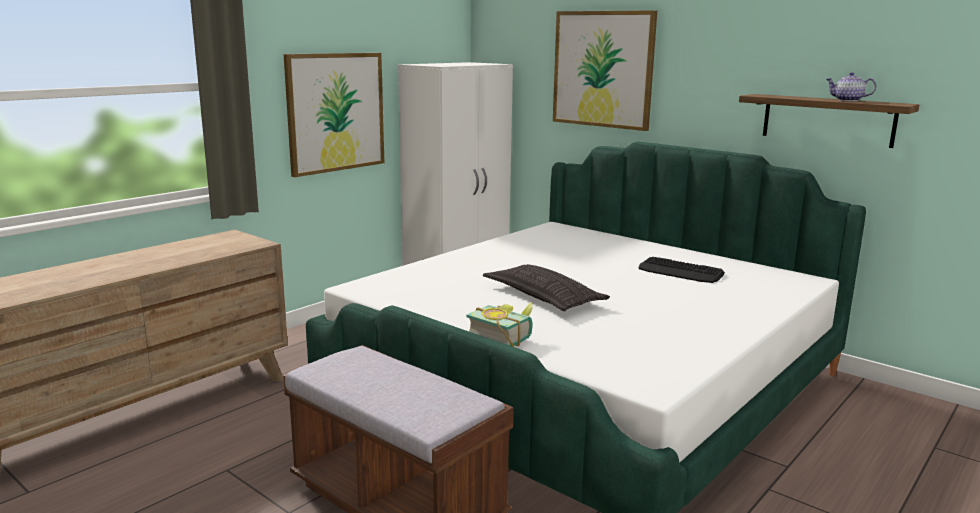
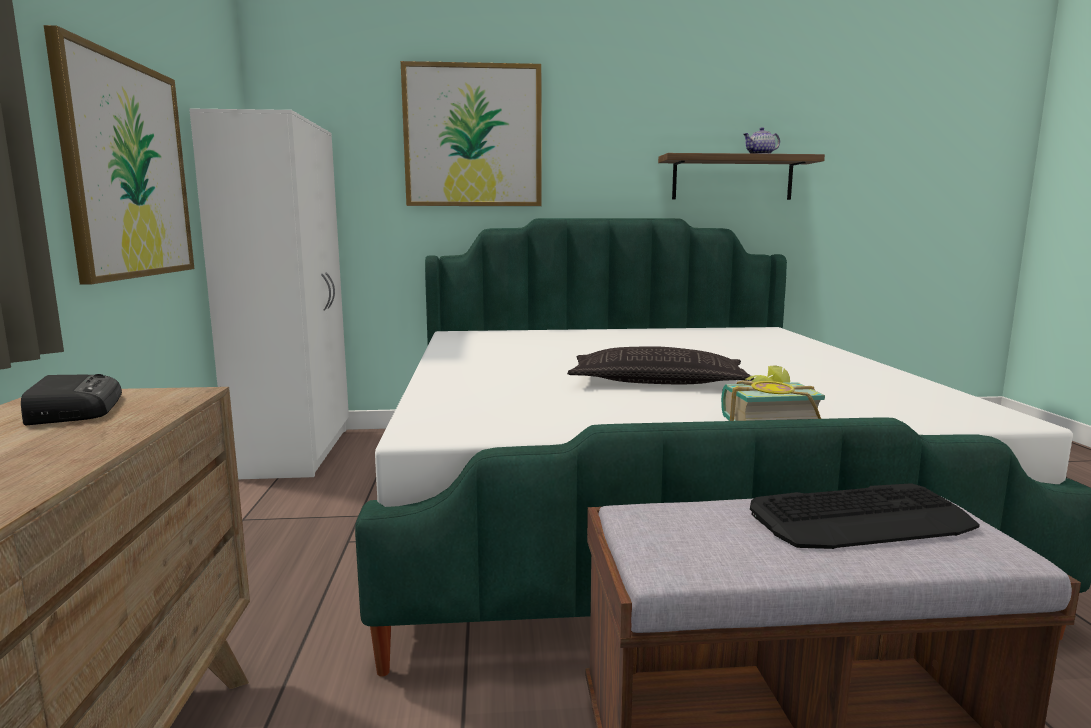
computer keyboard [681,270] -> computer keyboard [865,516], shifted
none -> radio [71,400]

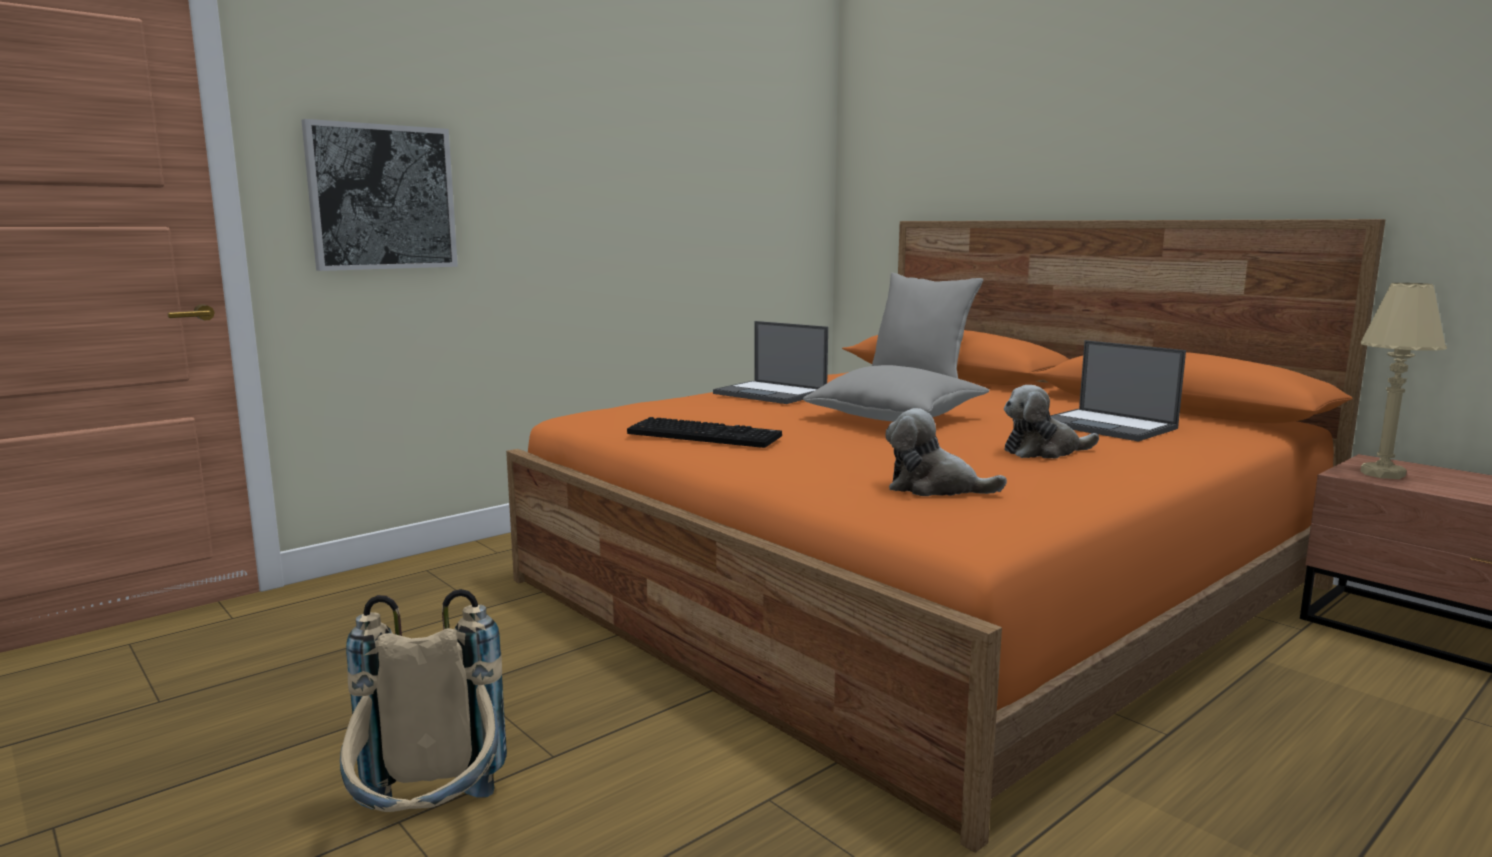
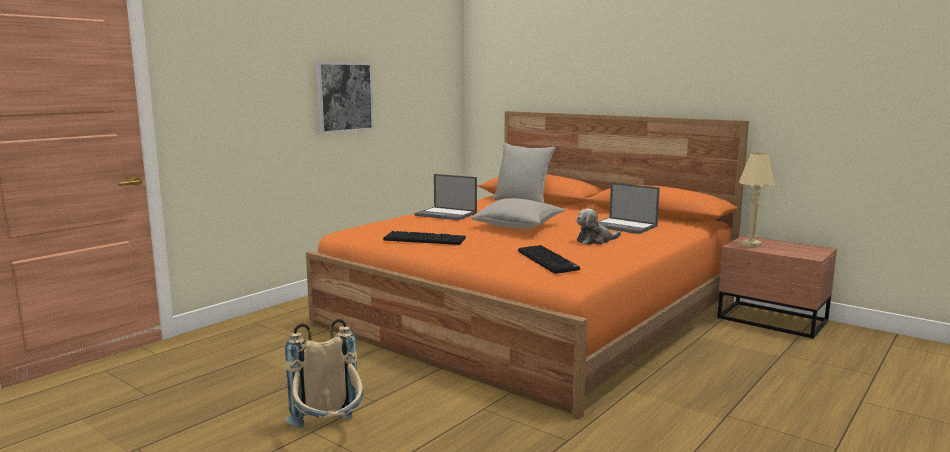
wall picture [379,195] -> wall picture [344,98], shifted
plush toy [946,452] -> computer keyboard [549,259]

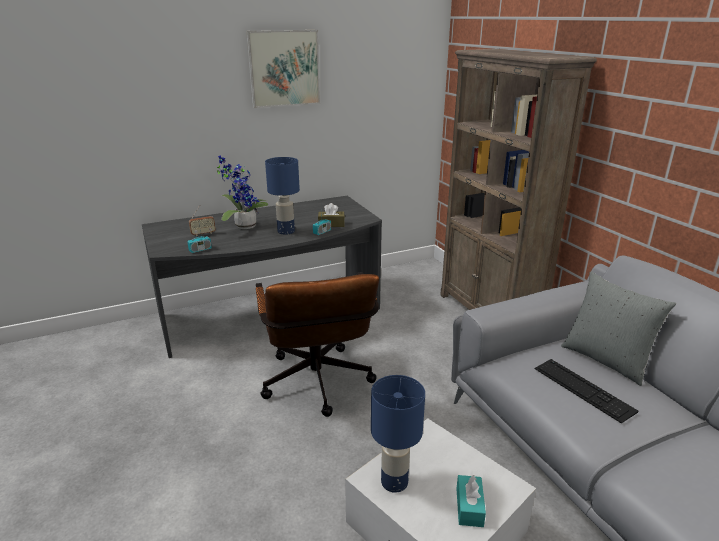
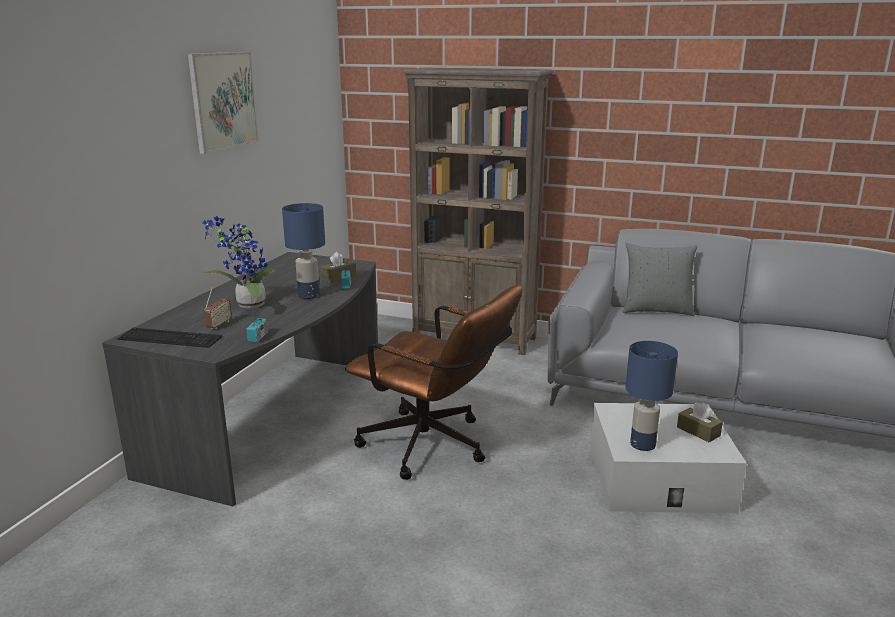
computer keyboard [586,391] -> computer keyboard [169,338], shifted
tissue box (blue-green) [471,501] -> tissue box (brown-coloured) [700,422]

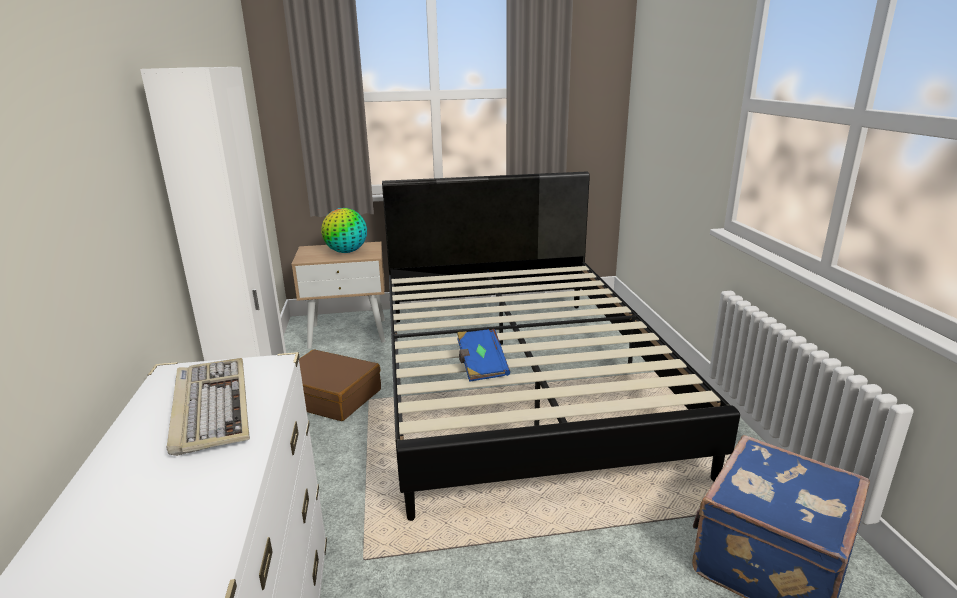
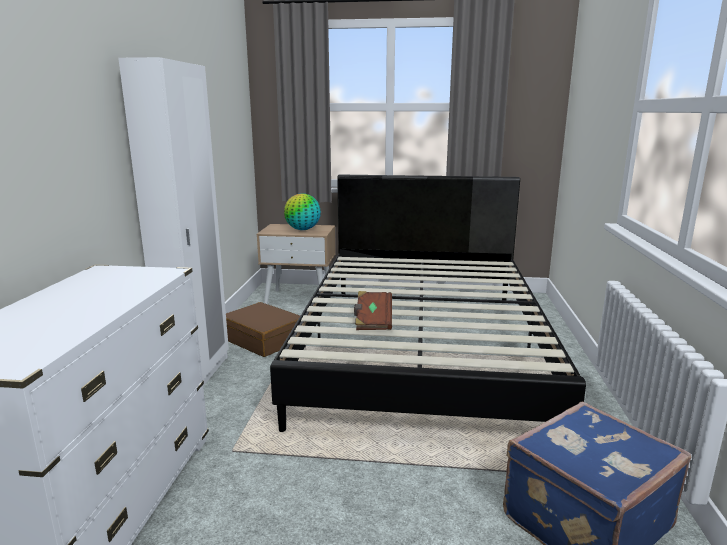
bound book (blue) [483,355] -> bound book (brown-coloured) [373,310]
computer keyboard [208,407] -> none

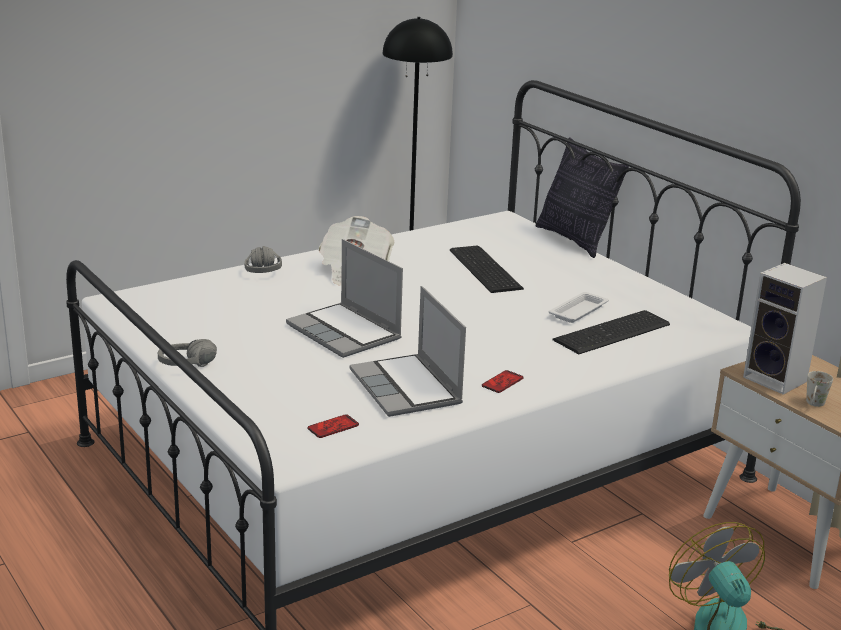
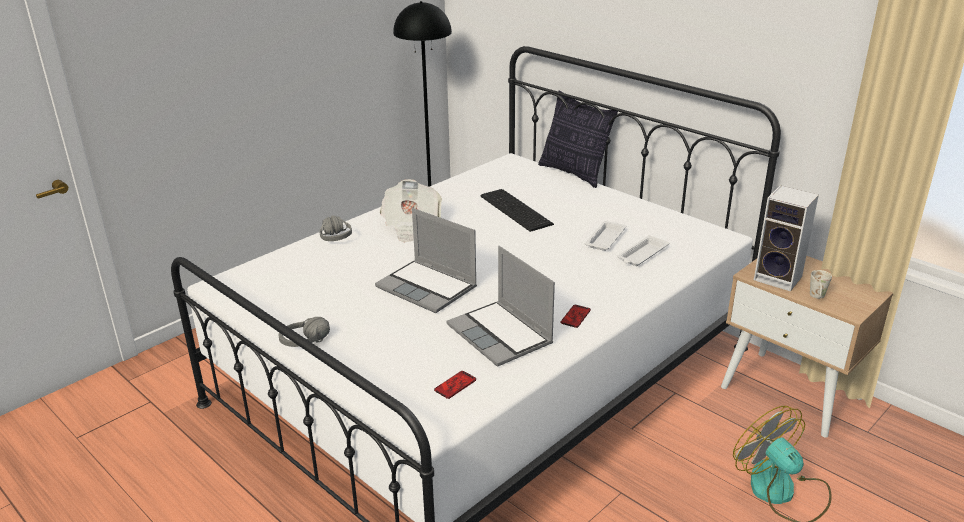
computer keyboard [611,332] -> carrying tray (white) [643,250]

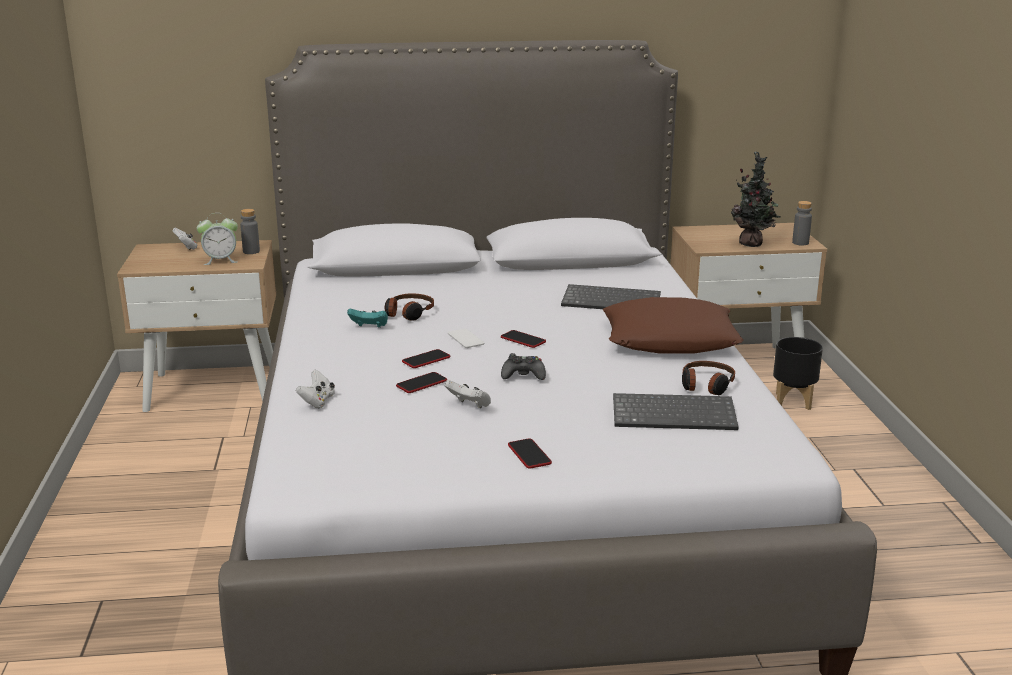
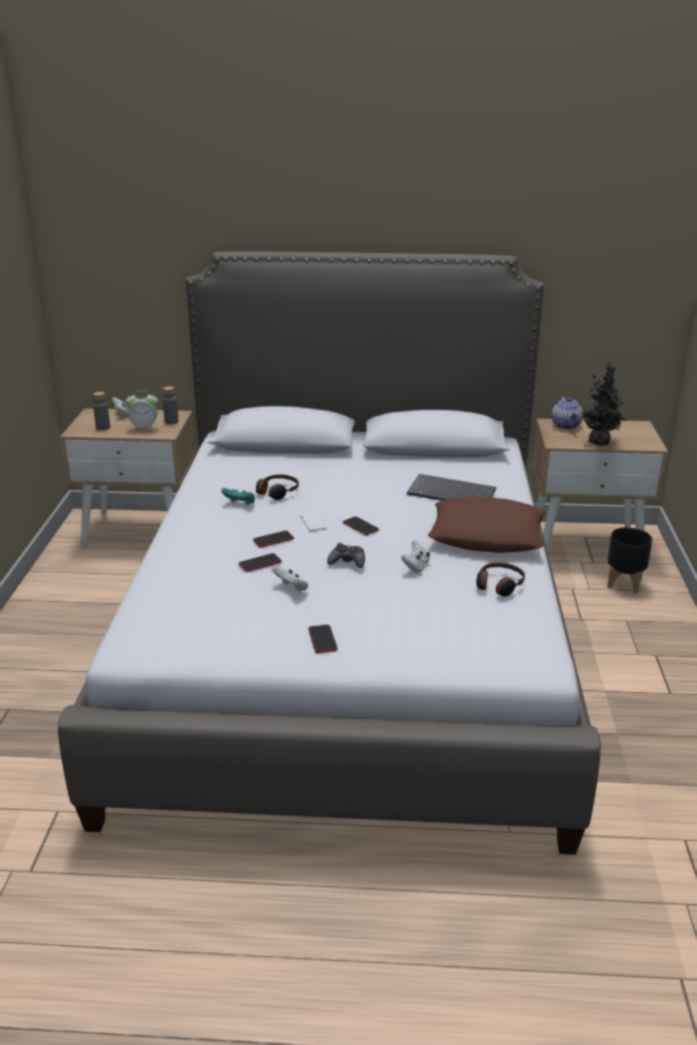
bottle (grey) [802,223] -> bottle (grey) [101,411], shifted
joypad (white) [315,388] -> joypad (white) [415,556], shifted
computer keyboard [675,411] -> none
none -> pot for tea [567,412]

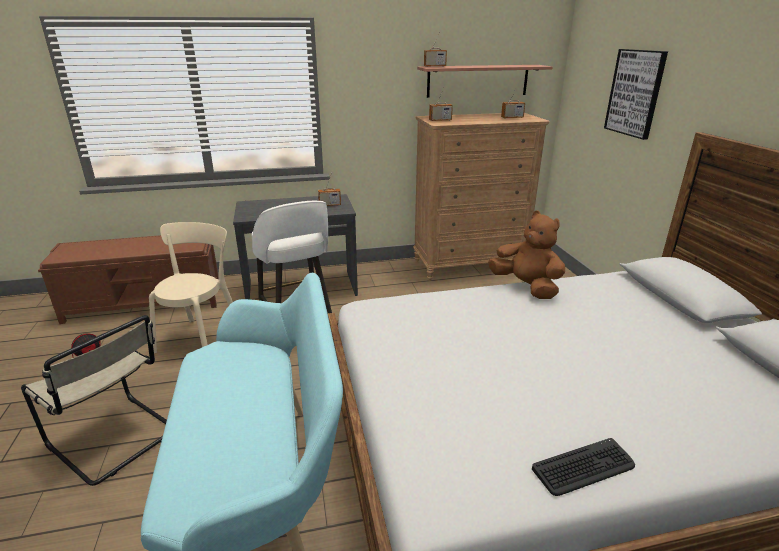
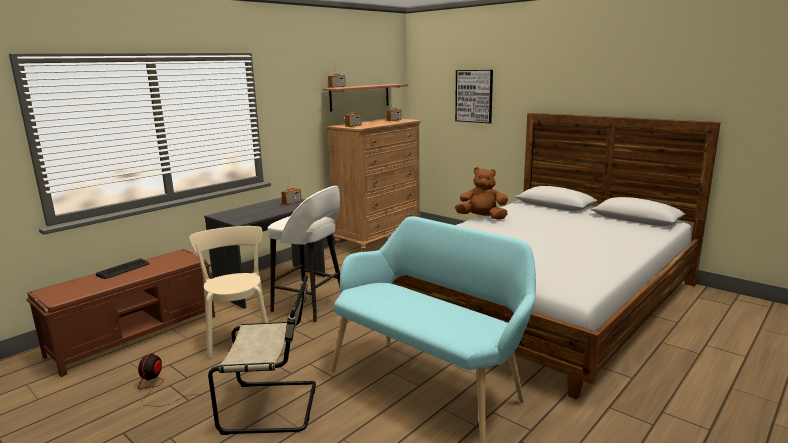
computer keyboard [583,467] -> computer keyboard [122,269], shifted

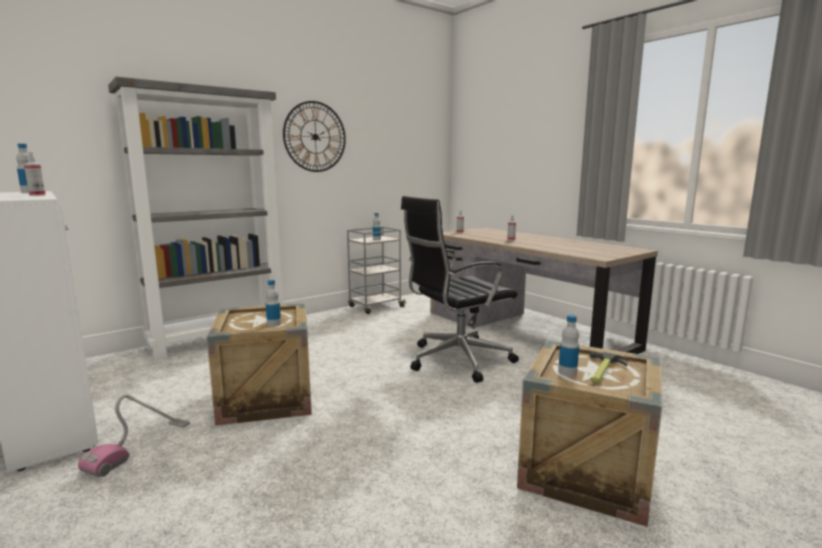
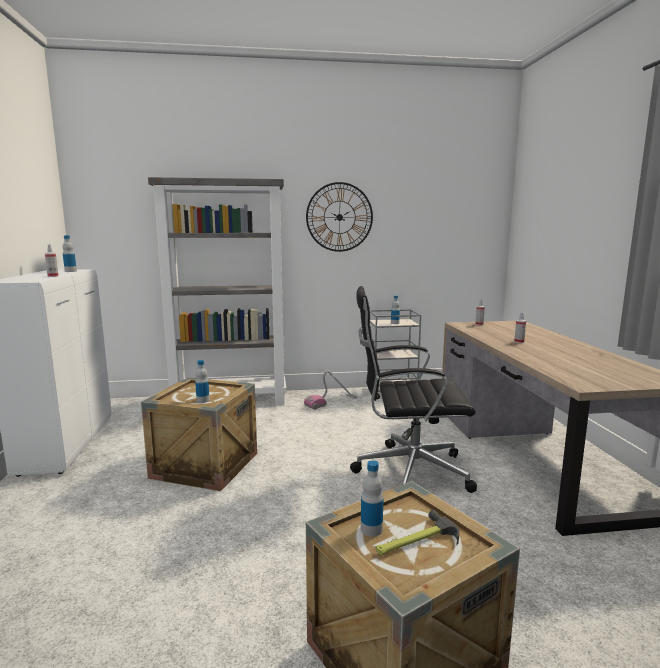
vacuum [134,435] -> vacuum [330,390], shifted

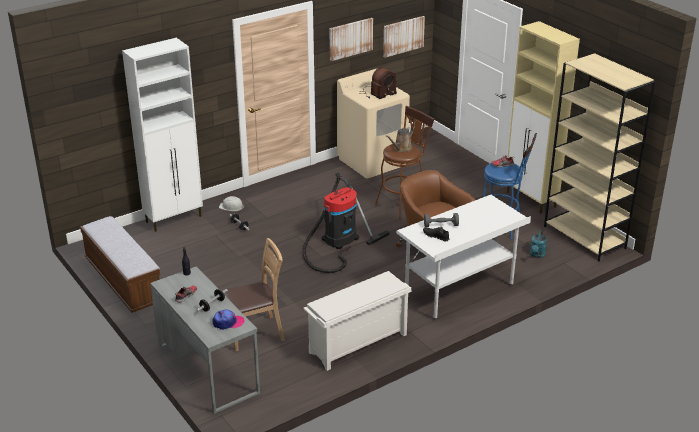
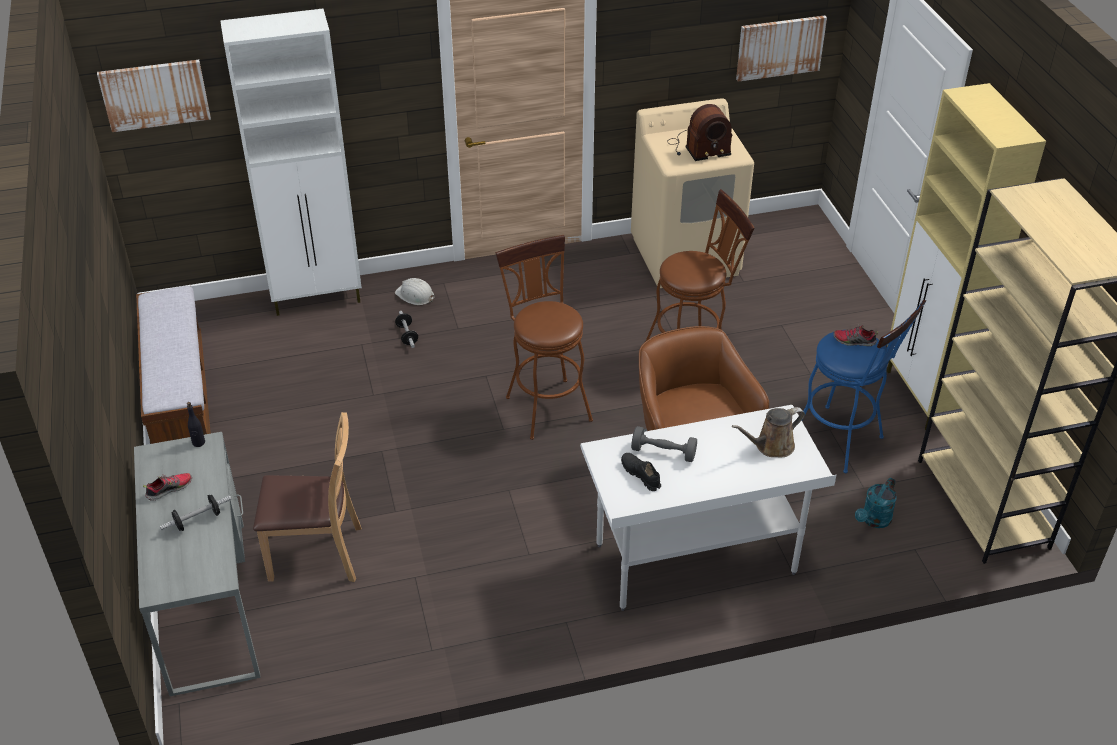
wall picture [351,39] -> wall picture [154,96], shifted
watering can (brown-coloured) [400,139] -> watering can (brown-coloured) [768,432], shifted
vacuum [345,222] -> stool (brown-coloured) [544,337]
shoe rack (white) [358,321] -> none
cap [228,319] -> none

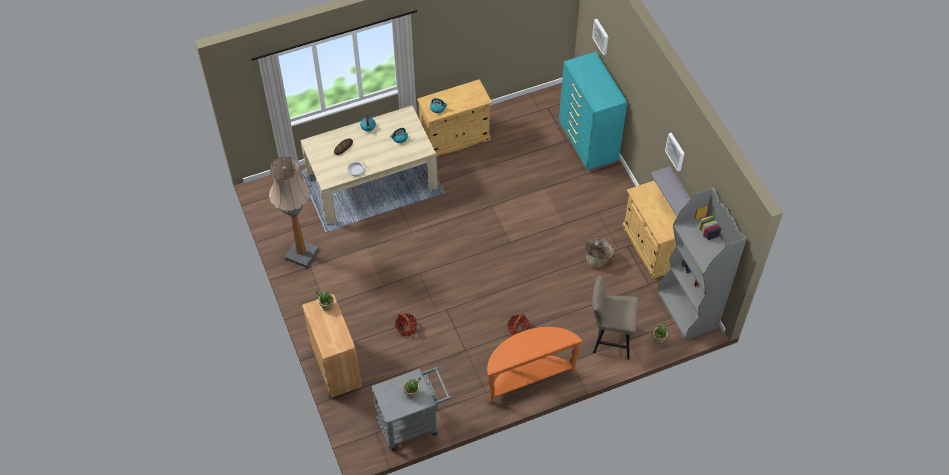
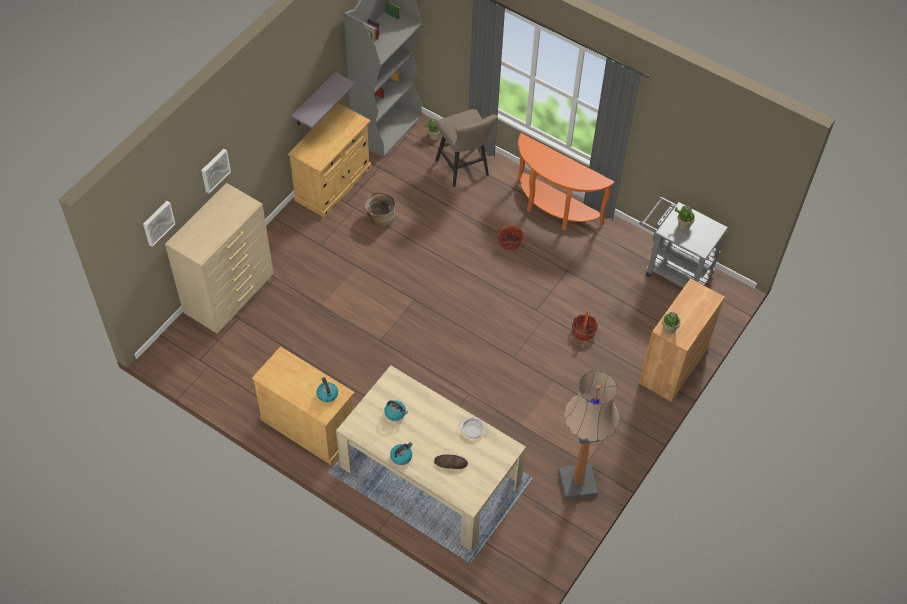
dresser (blue-green) [593,110] -> dresser (beige) [219,258]
wall picture [675,152] -> wall picture [216,171], shifted

